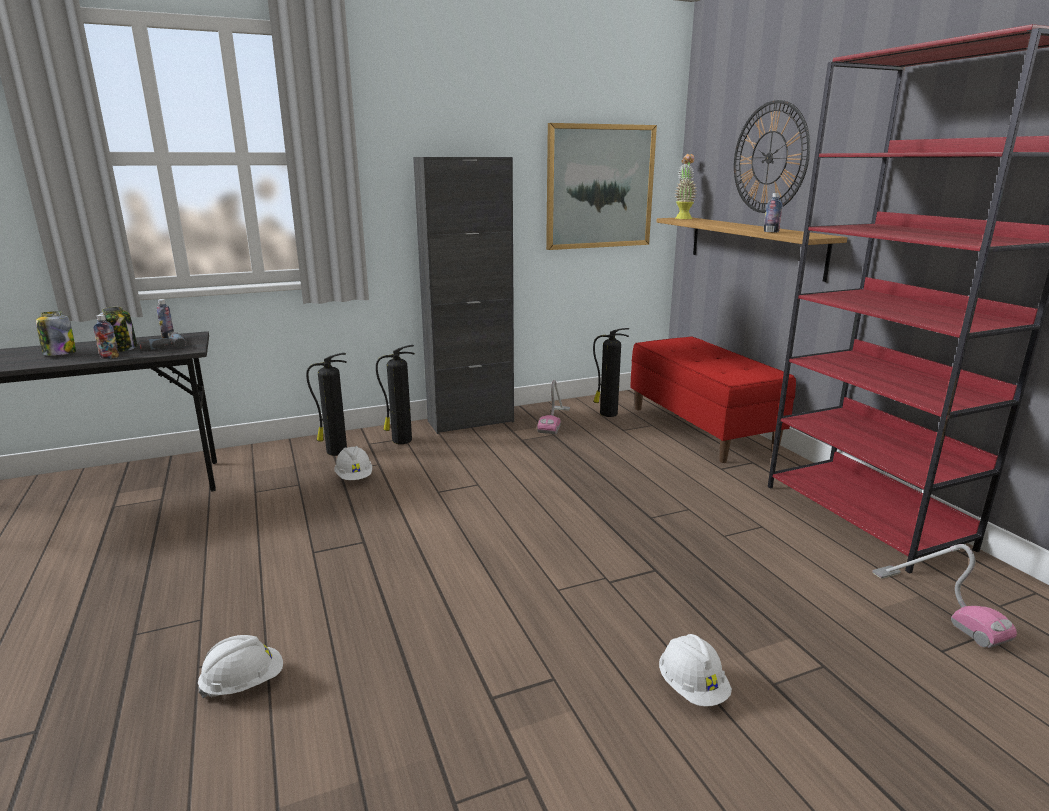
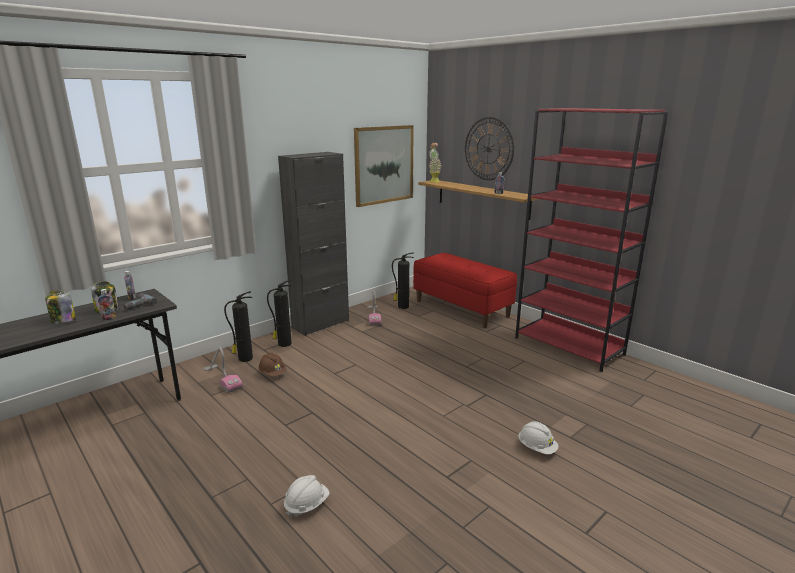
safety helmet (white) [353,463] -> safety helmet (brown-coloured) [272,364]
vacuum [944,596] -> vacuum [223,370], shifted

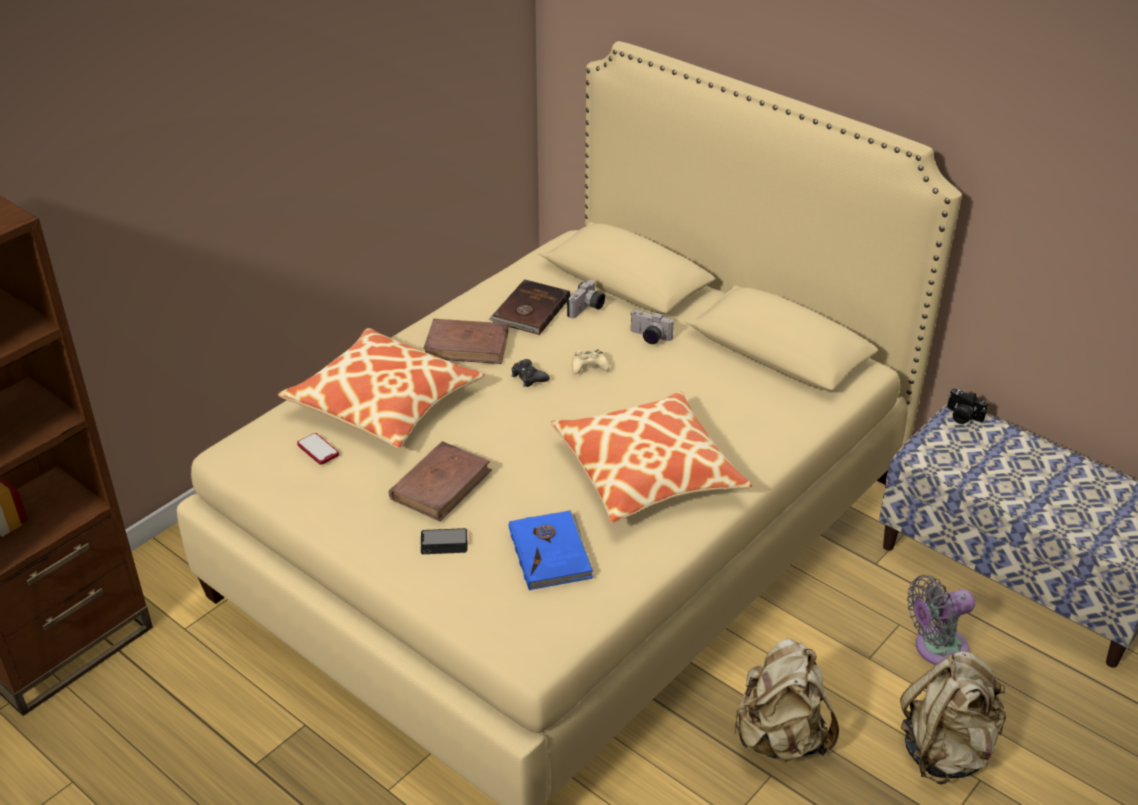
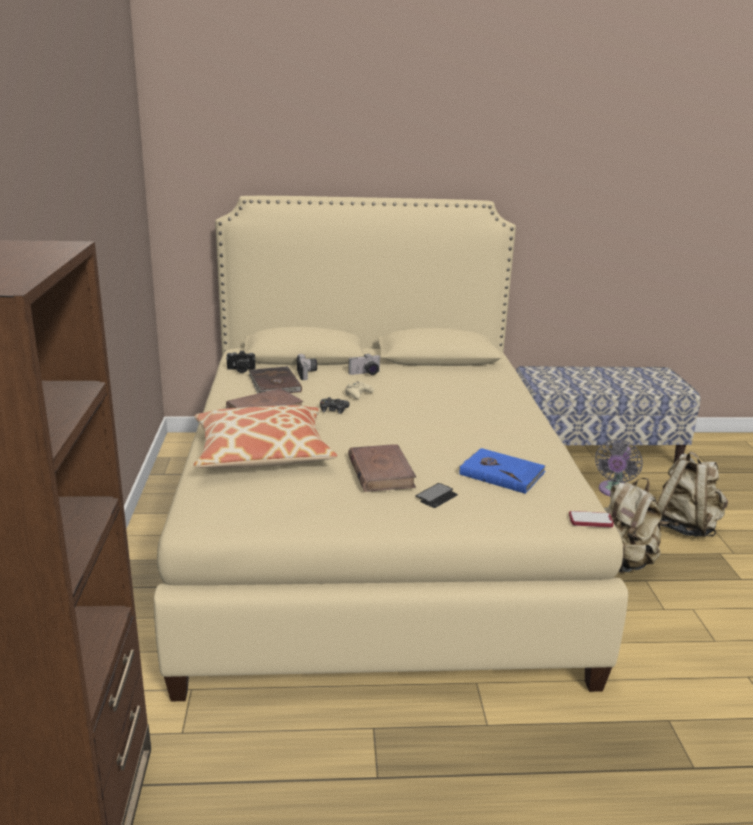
still camera [967,406] -> still camera [241,361], shifted
cushion [651,457] -> none
phone [318,449] -> phone [591,519], shifted

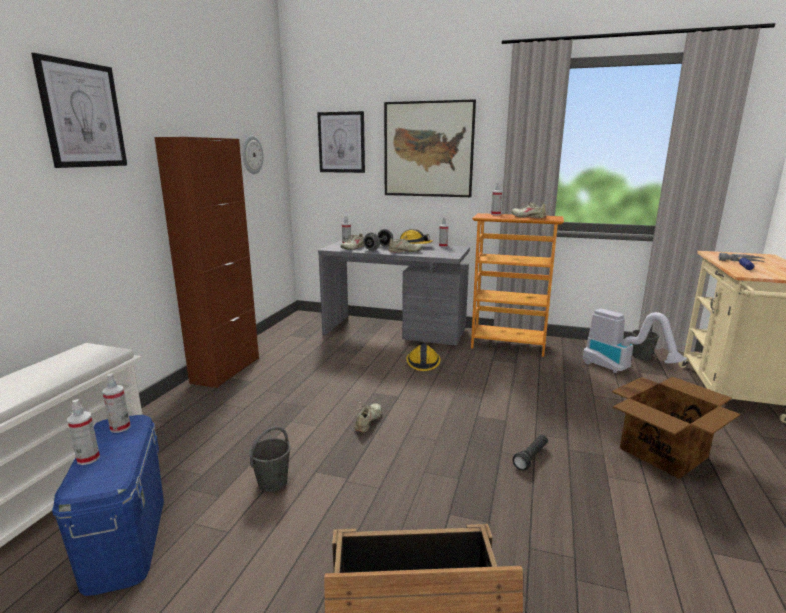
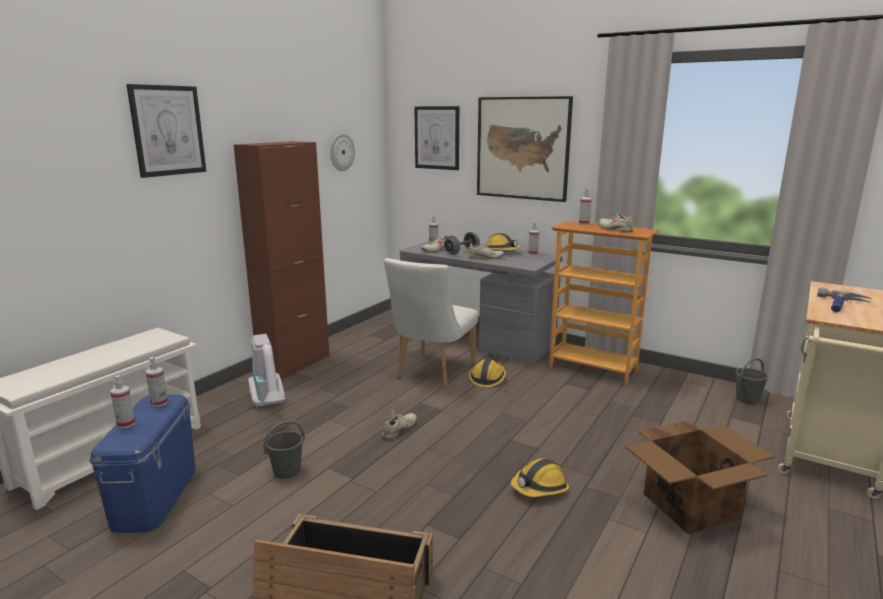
vacuum [635,341] -> vacuum [267,371], shifted
torch (black) [530,452] -> safety helmet [540,477]
none -> plain chair (white) [431,323]

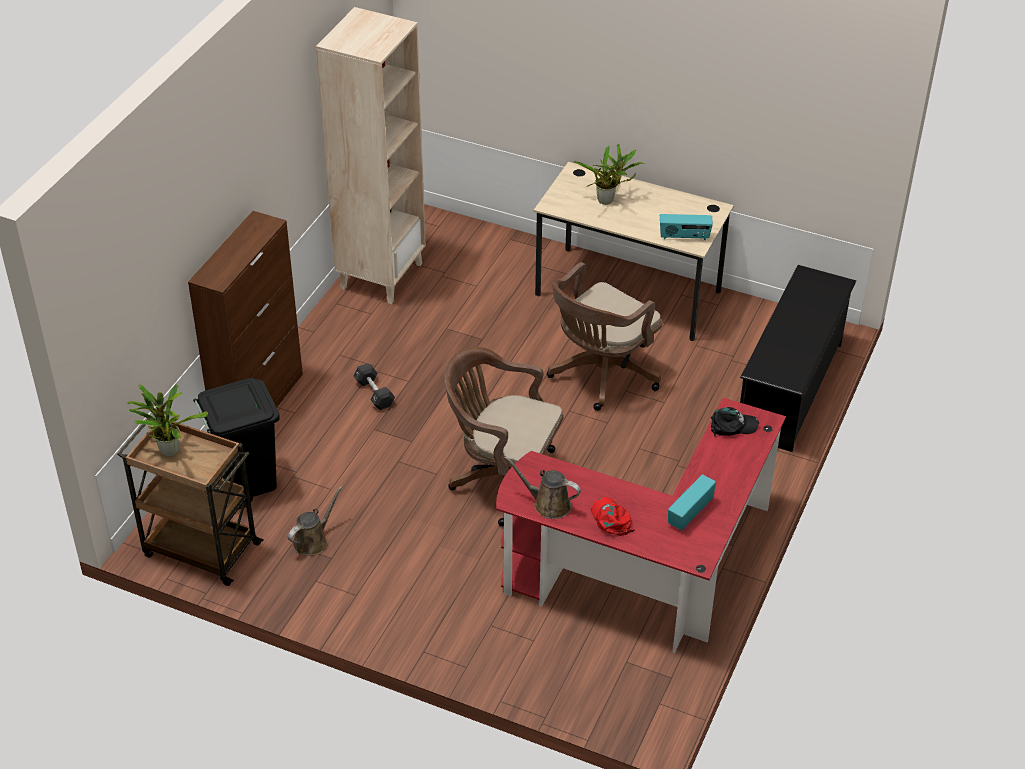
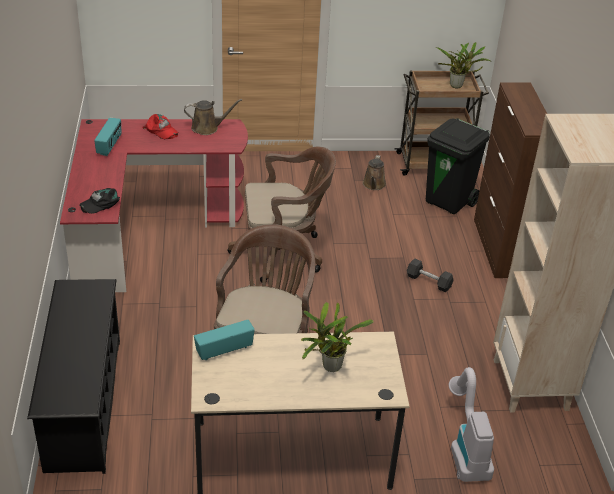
none -> vacuum [471,424]

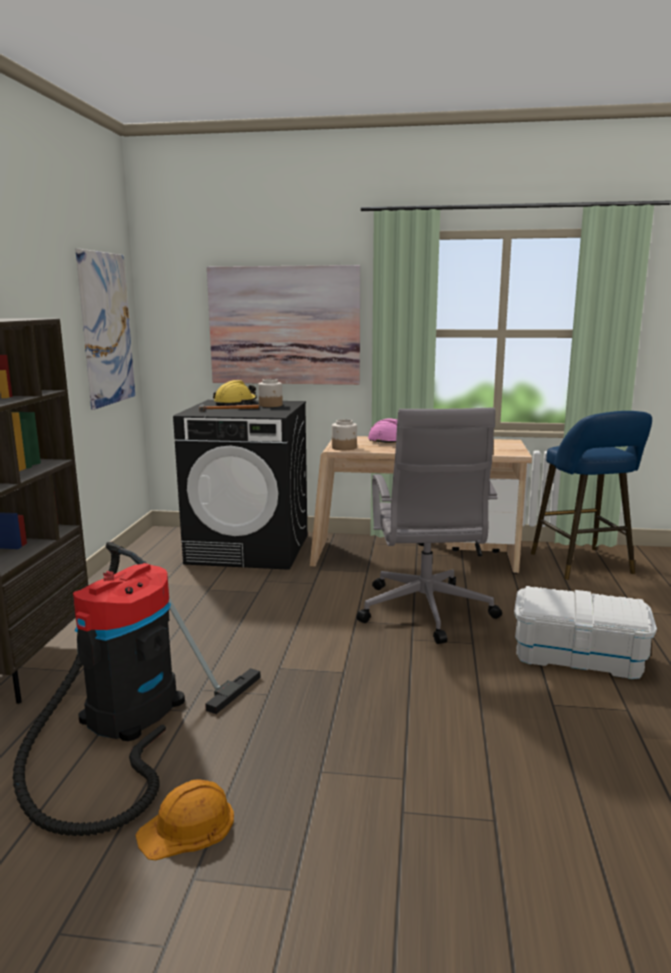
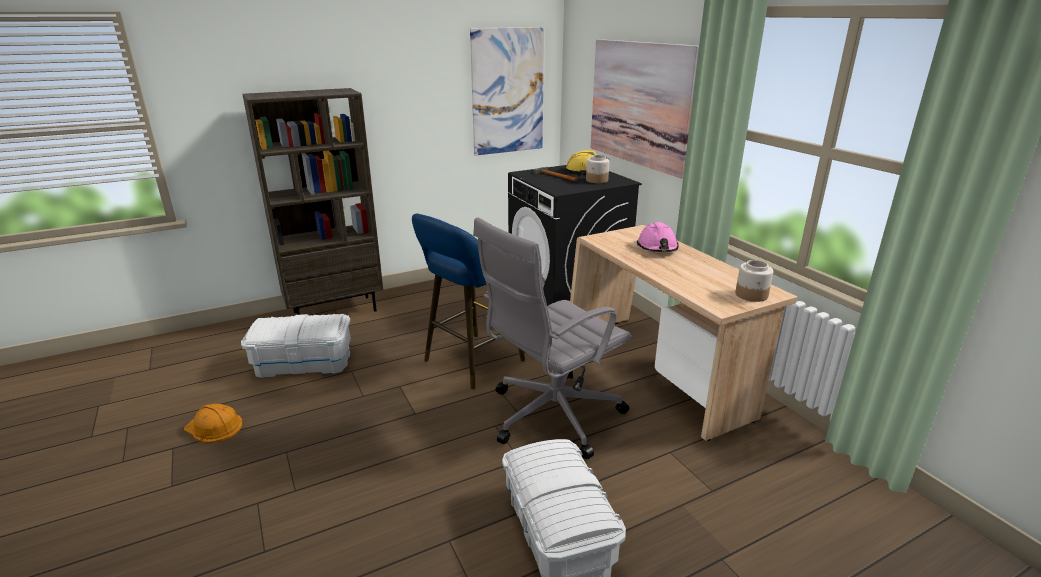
stool (blue) [591,495] -> stool (blue) [468,301], shifted
storage jar [344,434] -> storage jar [754,281], shifted
vacuum [137,689] -> storage bin (white) [296,346]

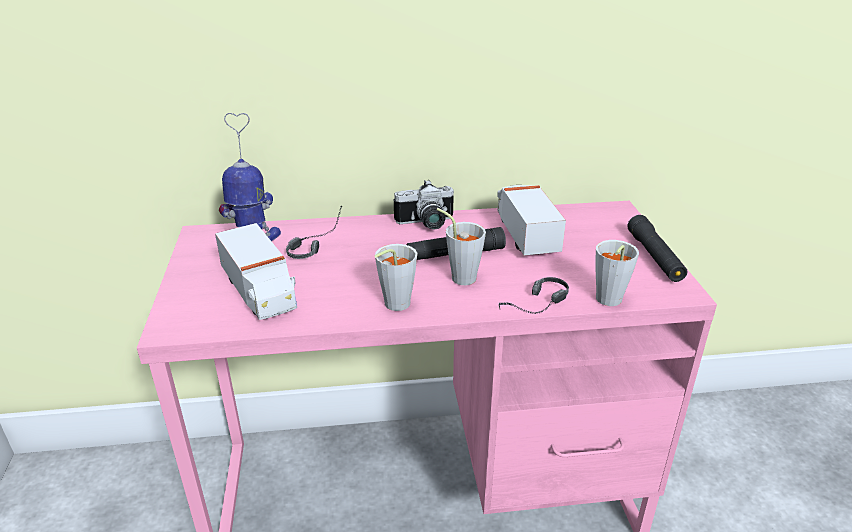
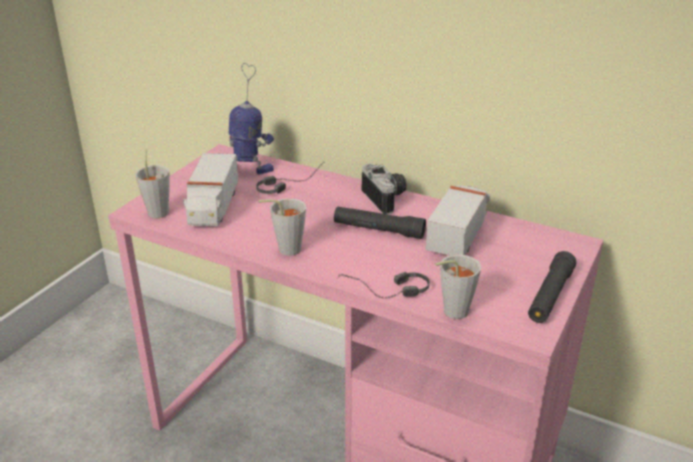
still camera [424,204] -> still camera [384,188], 135 degrees counterclockwise
small cup (grey) [461,246] -> small cup (grey) [152,183], shifted

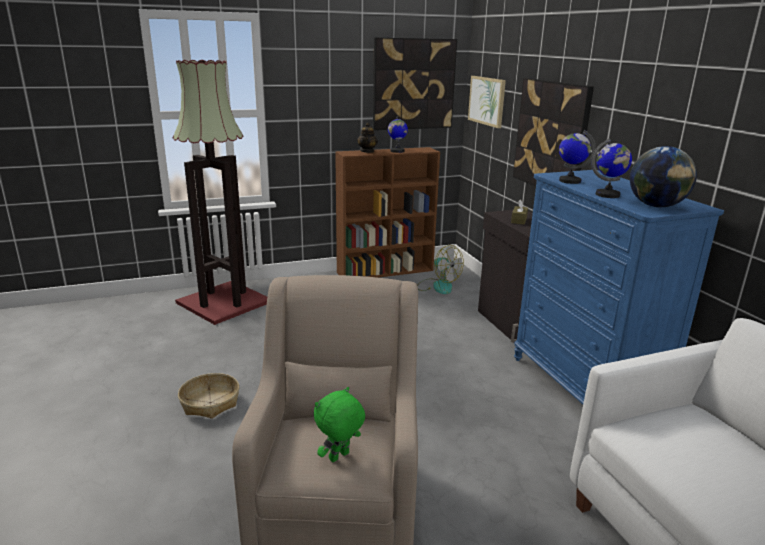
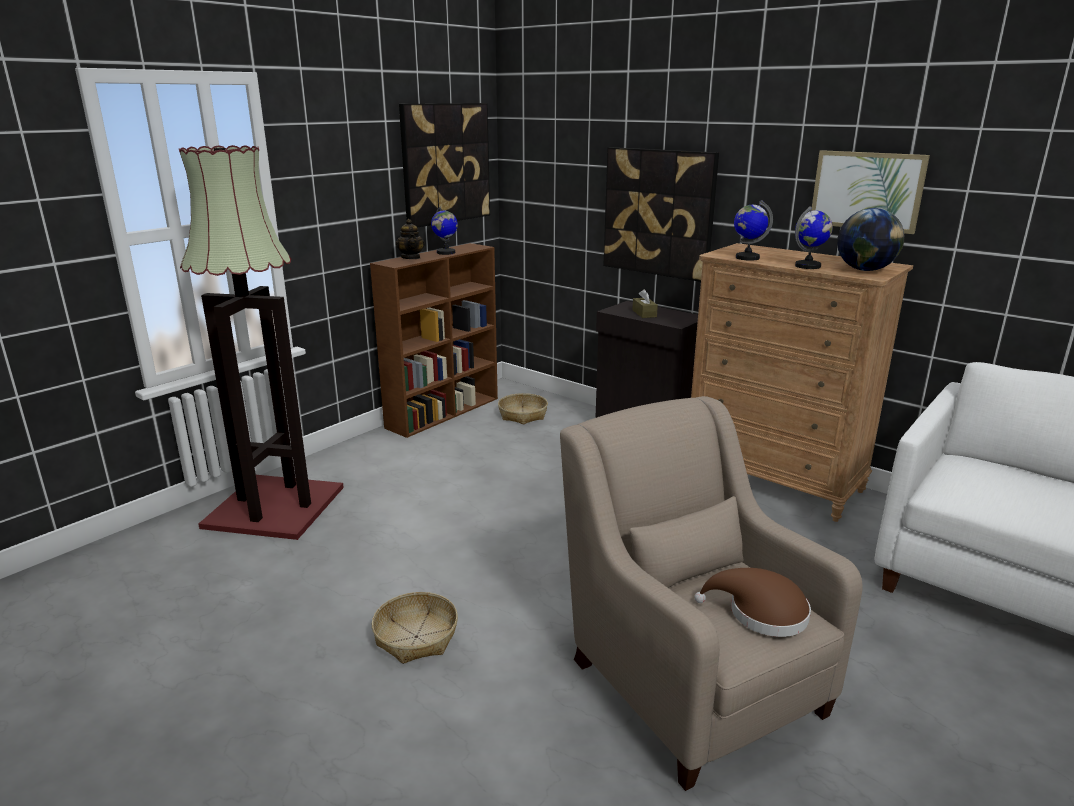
wall picture [487,102] -> wall picture [870,192], shifted
dresser (blue) [619,287] -> dresser (brown-coloured) [802,382]
fan [440,269] -> household basket [523,409]
plush toy (greenish) [339,424] -> clothing hat (brown-coloured) [752,602]

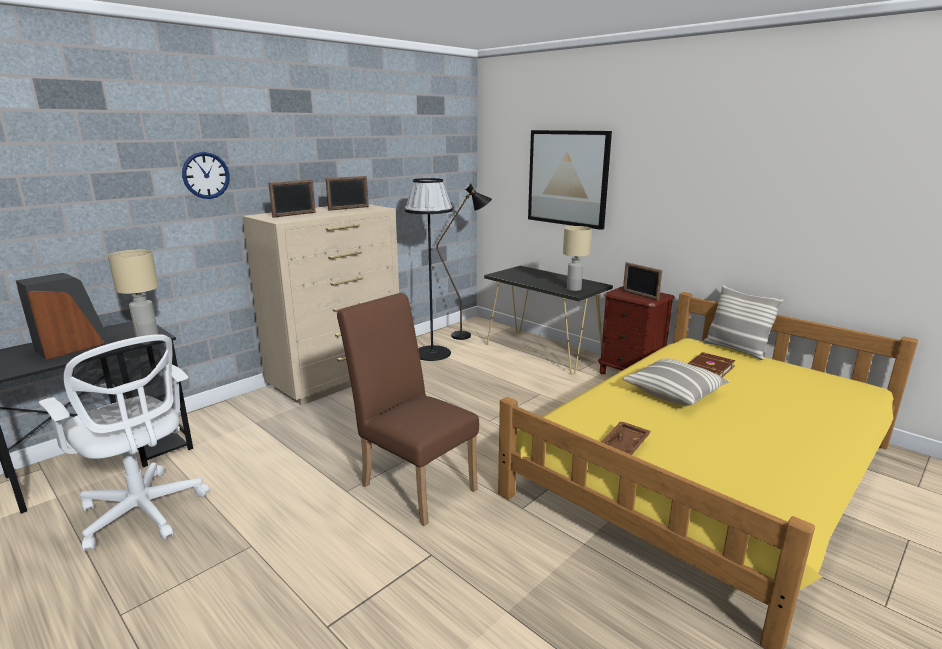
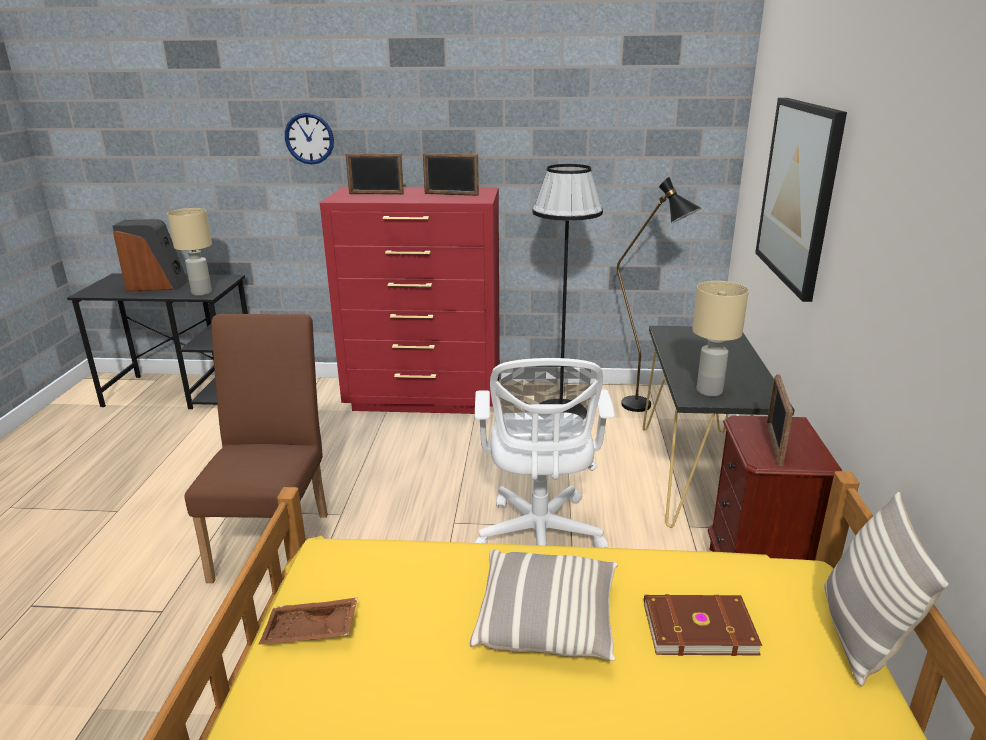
dresser (beige) [320,305] -> dresser (reddish) [410,300]
office chair (white) [124,443] -> office chair (white) [545,453], shifted

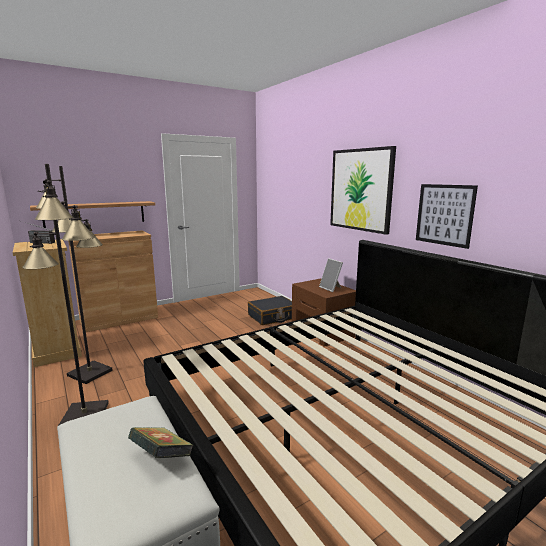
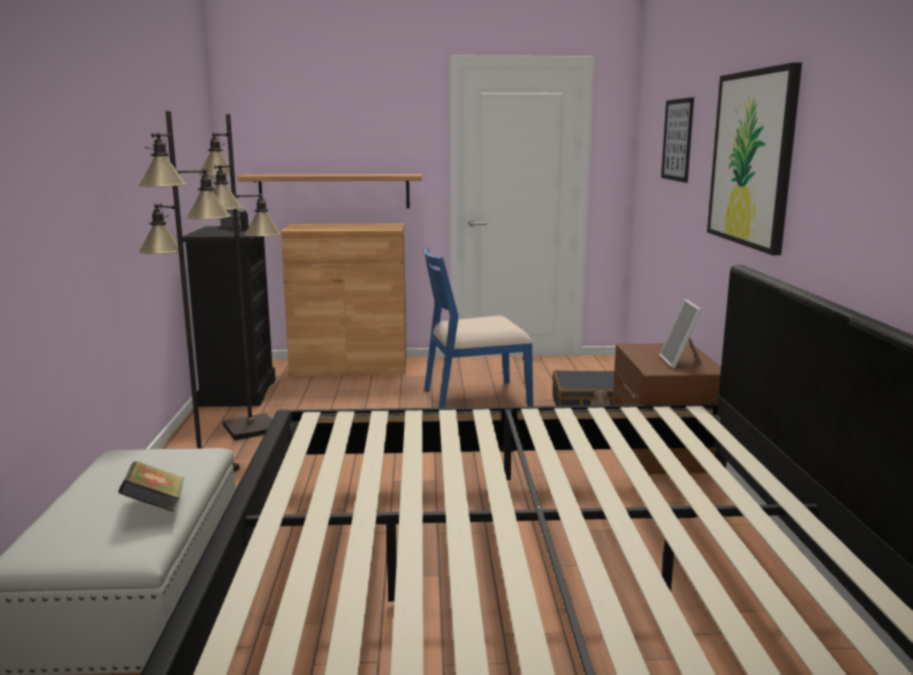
wall picture [447,216] -> wall picture [677,140], shifted
dresser (beige) [47,303] -> dresser (black) [229,316]
none -> plain chair (blue) [478,327]

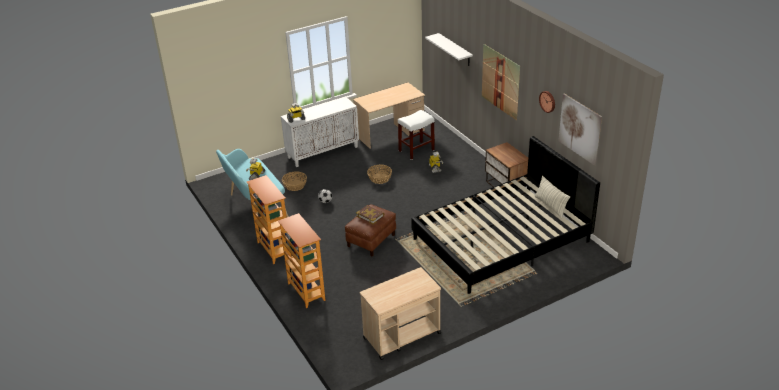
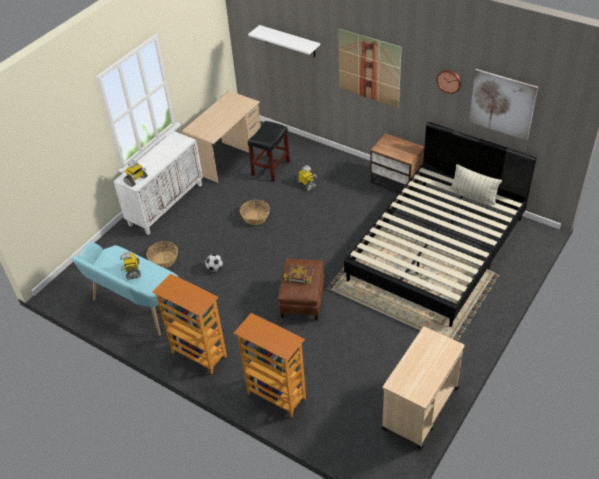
stool (white) [416,135] -> stool (black) [269,151]

